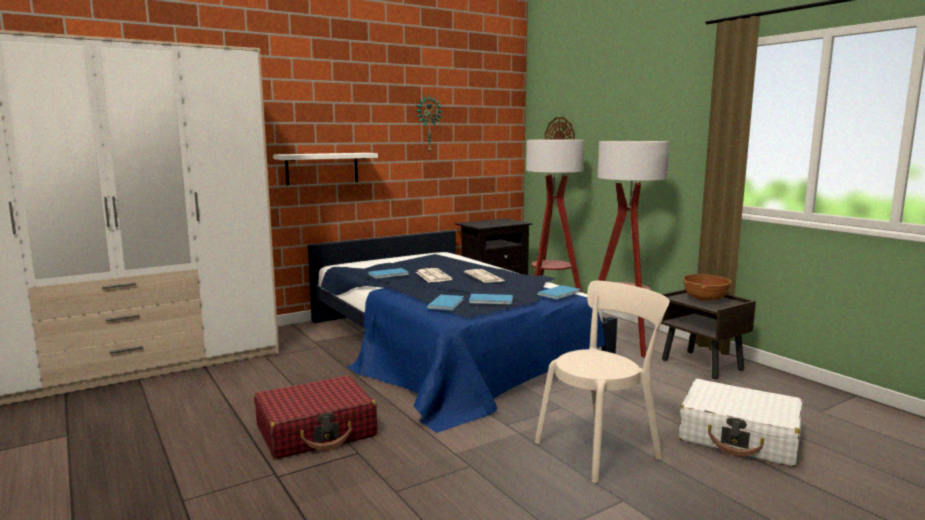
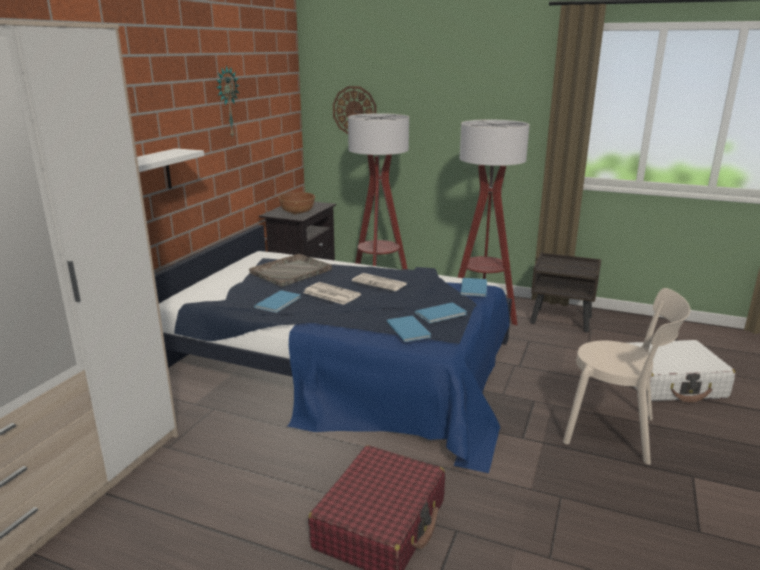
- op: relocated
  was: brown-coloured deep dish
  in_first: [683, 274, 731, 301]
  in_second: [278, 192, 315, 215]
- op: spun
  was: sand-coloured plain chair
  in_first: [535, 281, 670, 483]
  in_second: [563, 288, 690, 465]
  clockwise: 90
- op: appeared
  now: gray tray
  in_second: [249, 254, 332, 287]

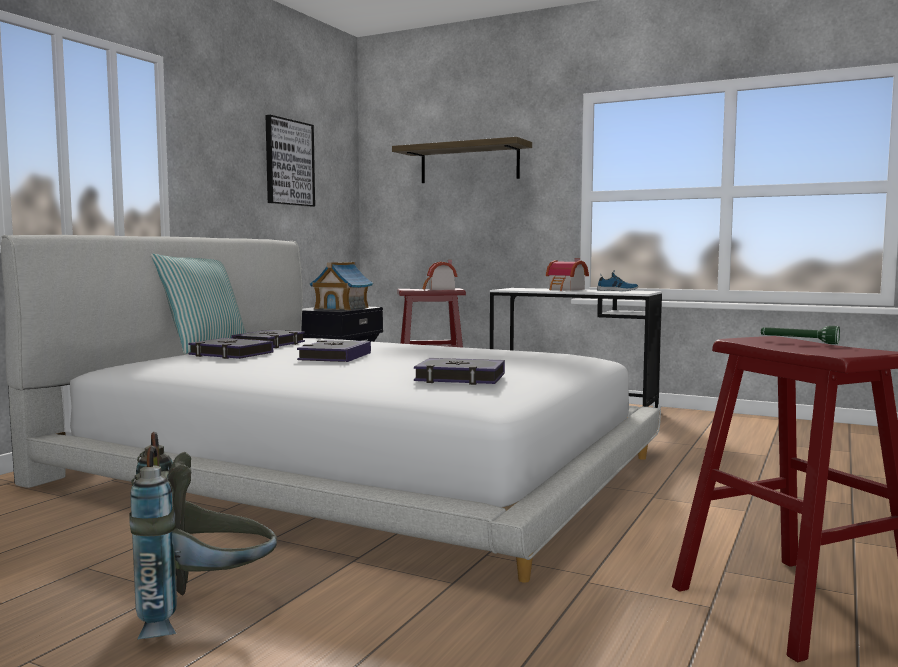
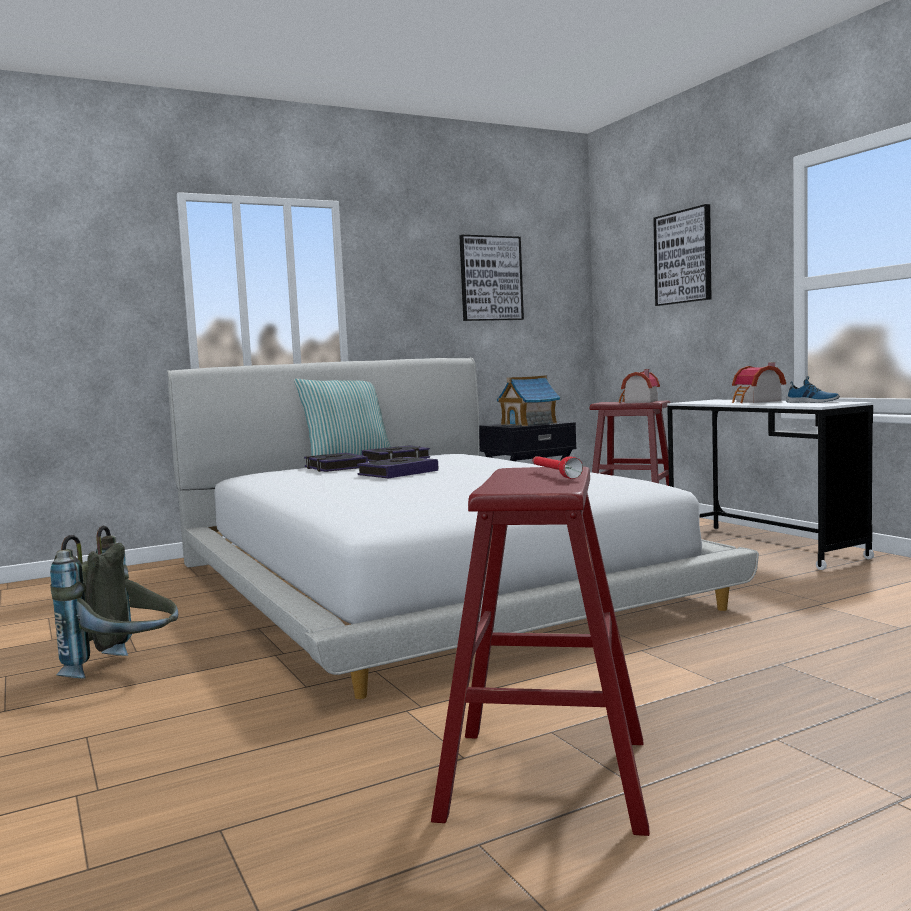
- op: exchanged
  was: wall shelf
  now: wall picture
  in_first: [392, 137, 532, 183]
  in_second: [653, 204, 711, 306]
- op: colour
  was: green torch
  now: red torch
  in_first: [761, 326, 840, 344]
  in_second: [533, 456, 583, 479]
- op: missing
  was: volume
  in_first: [414, 358, 505, 385]

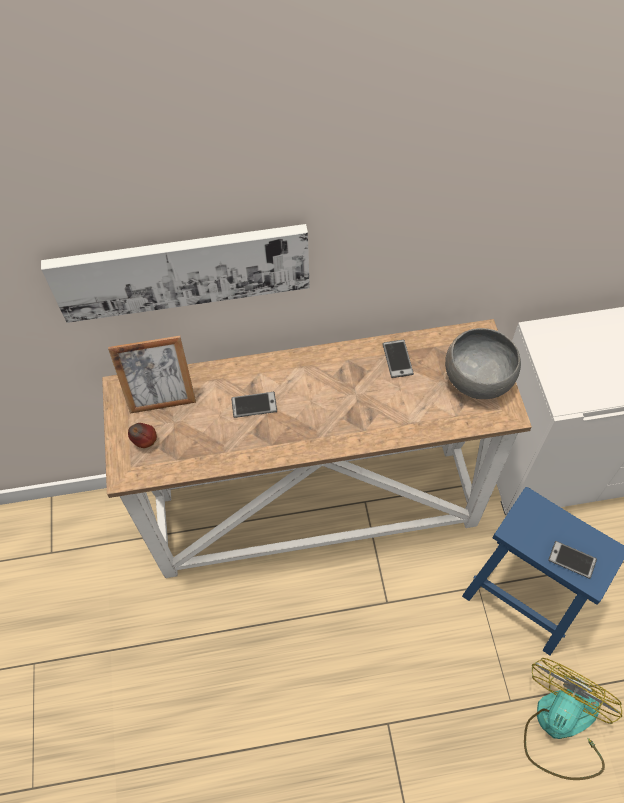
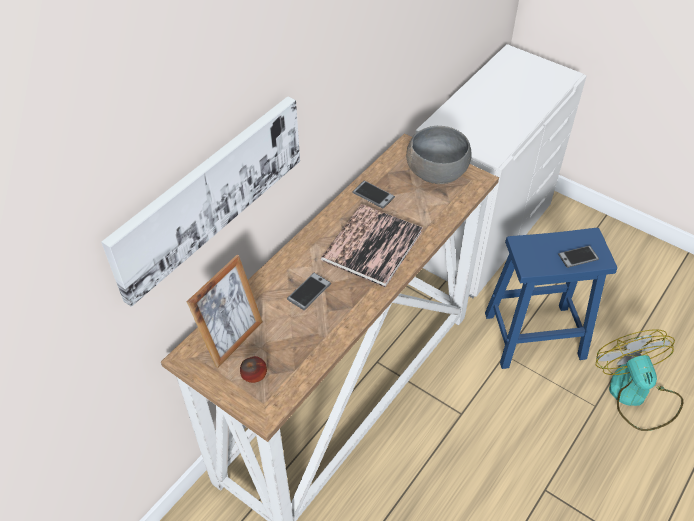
- op: appeared
  now: volume
  in_second: [321, 204, 423, 288]

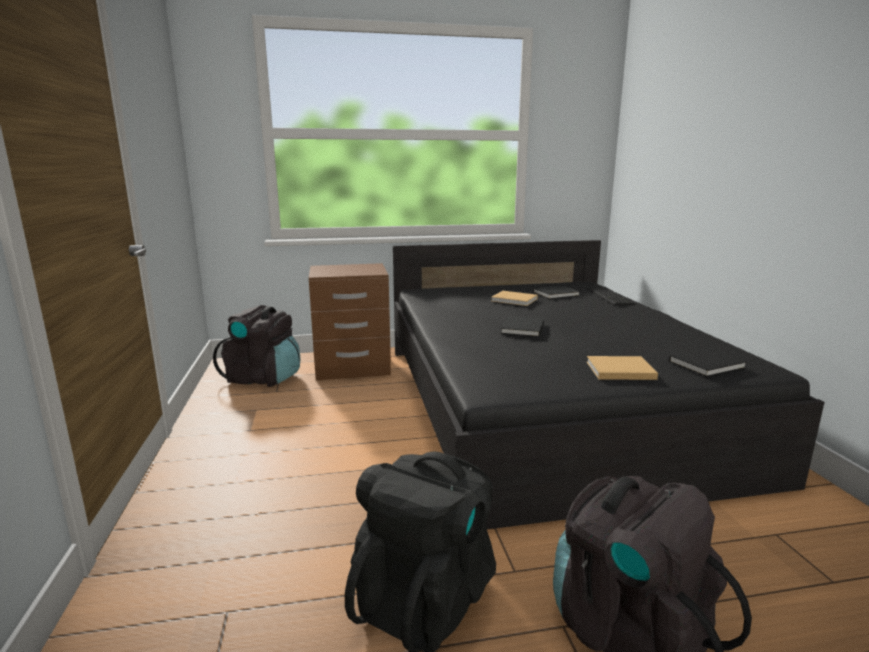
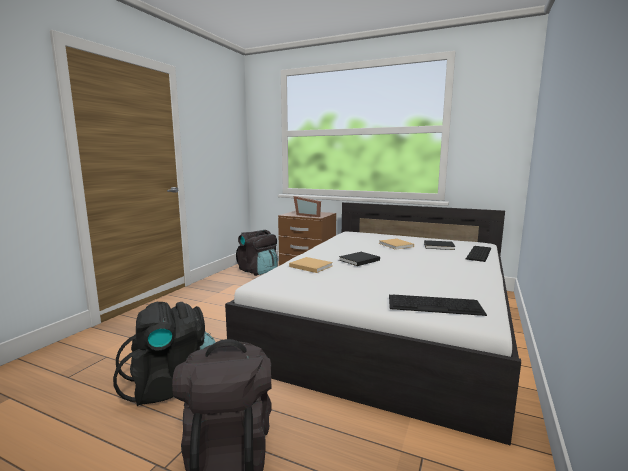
- op: colour
  was: blackish bedroom bed
  now: white bedroom bed
  in_first: [393, 240, 825, 529]
  in_second: [225, 202, 521, 446]
- op: exchanged
  was: blackish volume
  now: computer keyboard
  in_first: [669, 348, 747, 377]
  in_second: [389, 294, 487, 316]
- op: relocated
  was: sand-coloured volume
  in_first: [587, 356, 658, 380]
  in_second: [289, 257, 333, 273]
- op: appeared
  now: standing frame
  in_second: [293, 196, 321, 217]

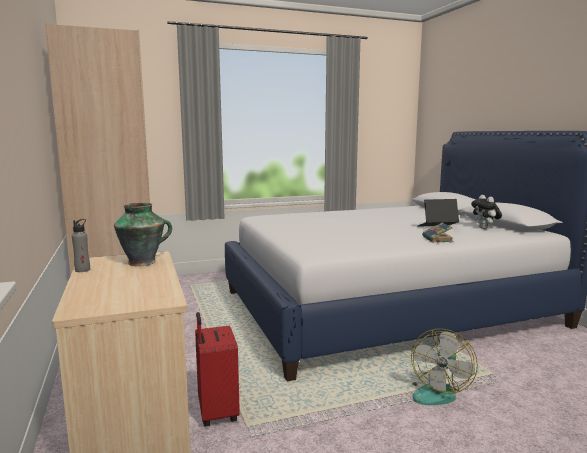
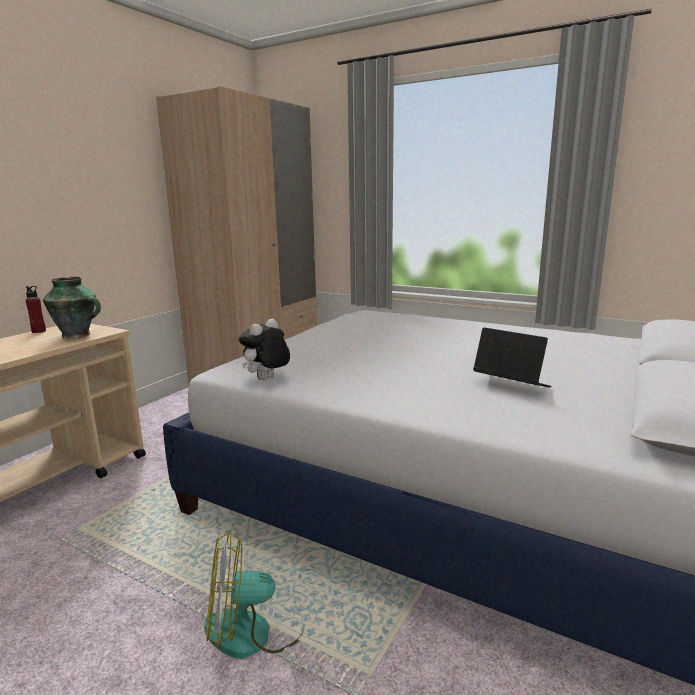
- op: relocated
  was: cuddly toy
  in_first: [471, 195, 502, 229]
  in_second: [239, 319, 290, 380]
- op: colour
  was: gray bottle
  now: red bottle
  in_first: [72, 219, 90, 272]
  in_second: [26, 286, 46, 333]
- op: missing
  was: volume
  in_first: [422, 223, 454, 243]
- op: missing
  was: red suitcase
  in_first: [195, 312, 240, 426]

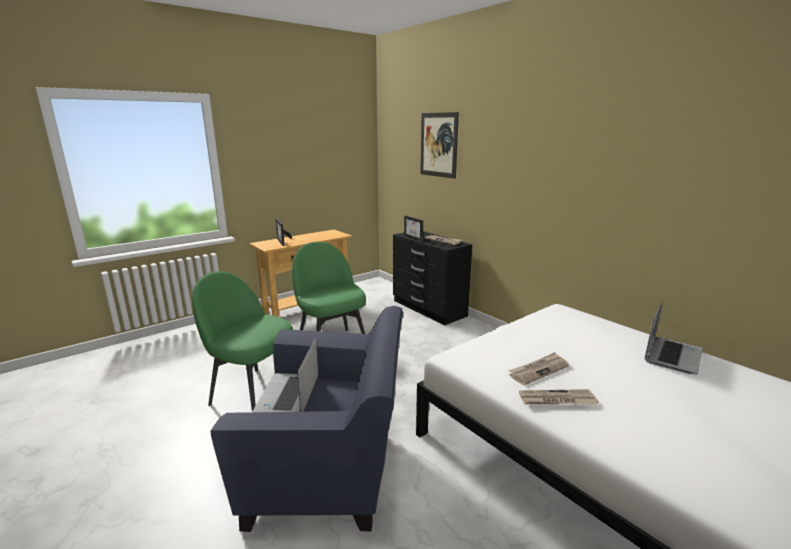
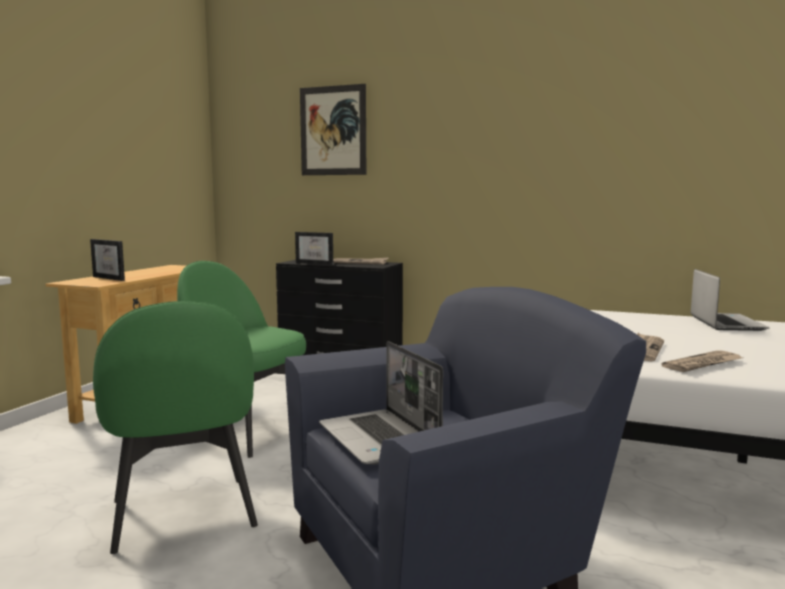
- op: spun
  was: green plain chair
  in_first: [192, 271, 293, 411]
  in_second: [93, 301, 258, 554]
  clockwise: -105

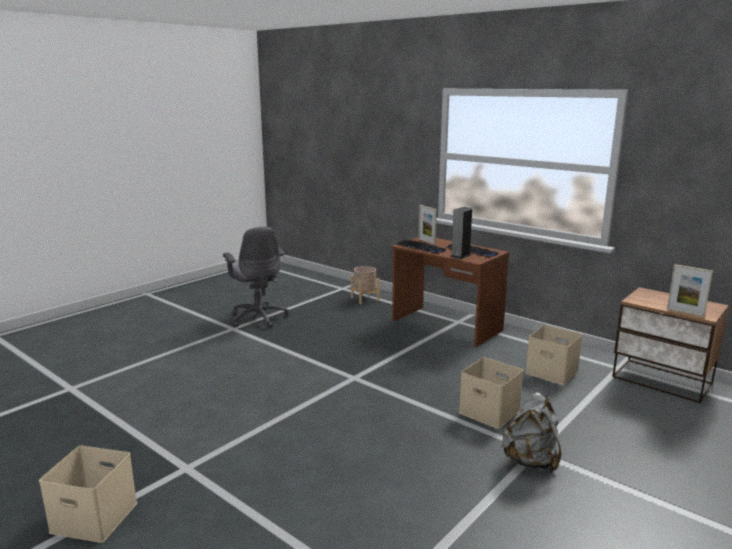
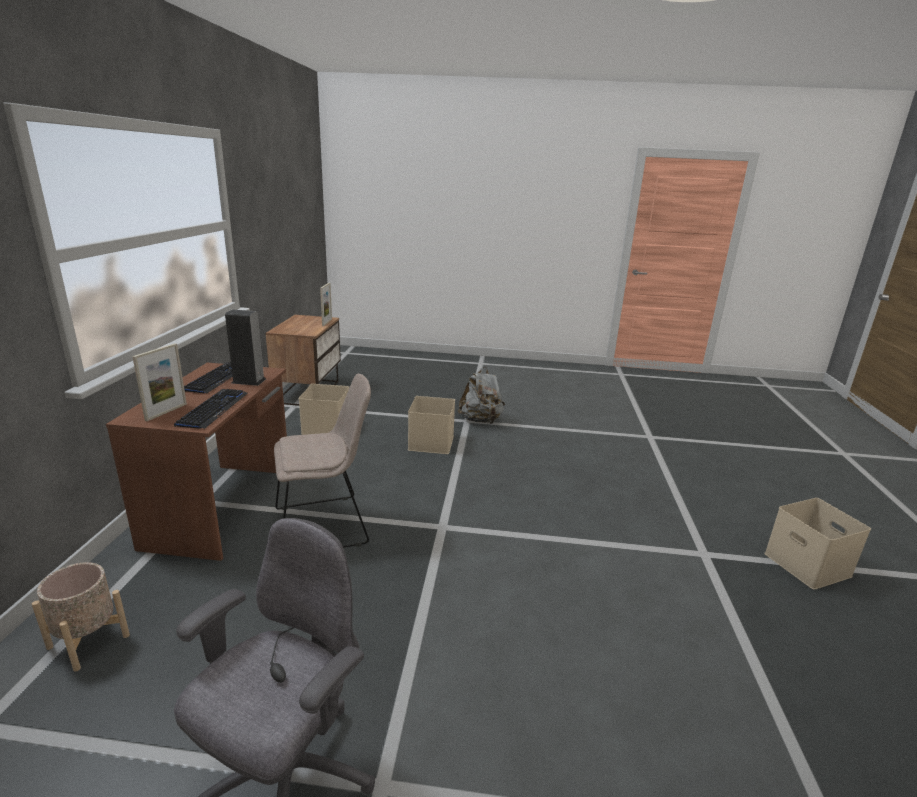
- op: appeared
  now: sand-coloured plain chair
  in_second: [274, 374, 371, 548]

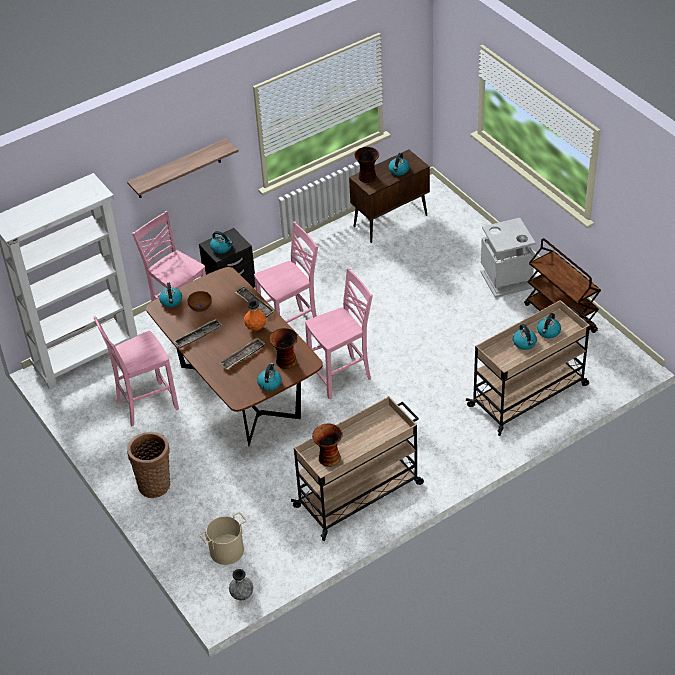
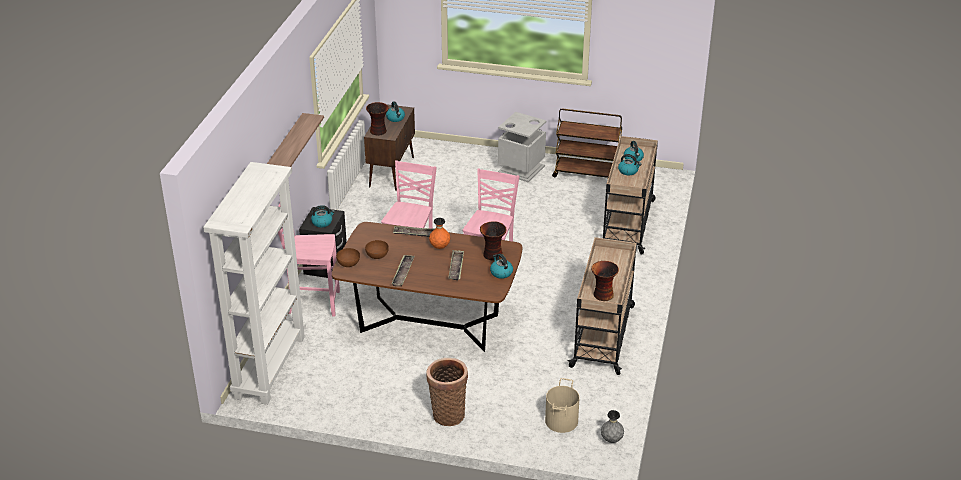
- op: exchanged
  was: tea kettle
  now: brown-coloured deep dish
  in_first: [159, 282, 182, 307]
  in_second: [336, 248, 360, 267]
- op: missing
  was: pink plain chair
  in_first: [93, 316, 179, 426]

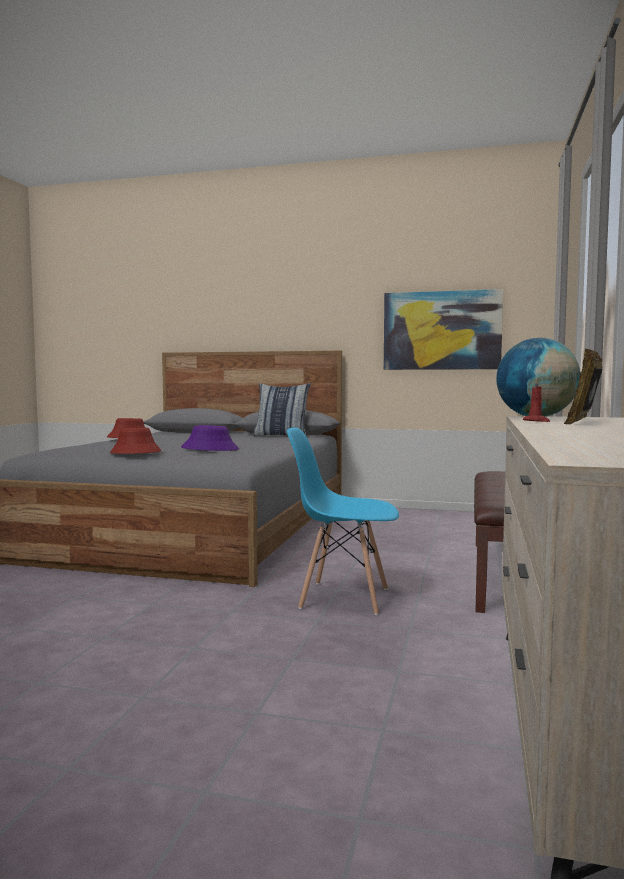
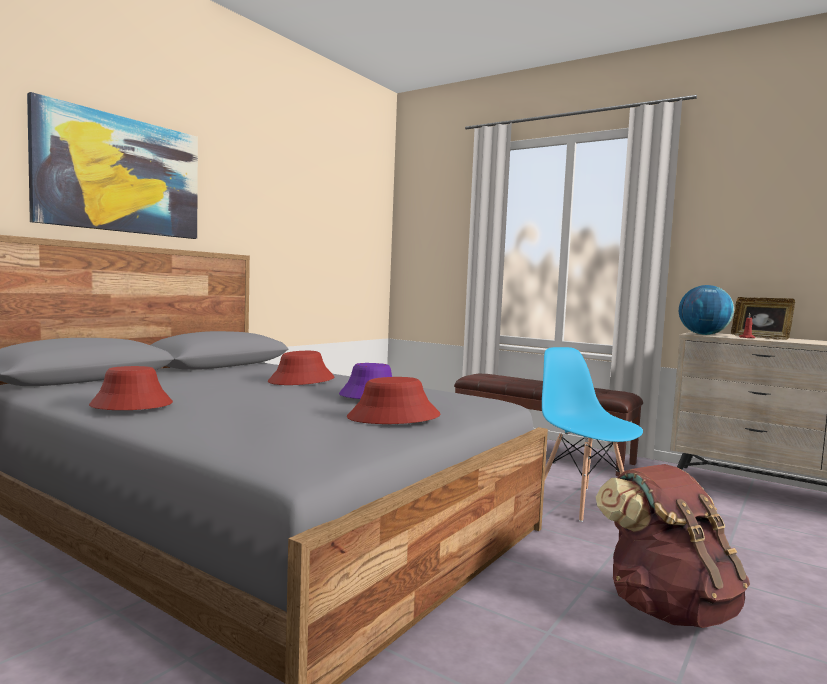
- op: relocated
  was: wall picture
  in_first: [384, 289, 503, 370]
  in_second: [27, 92, 198, 239]
- op: missing
  was: throw pillow
  in_first: [253, 383, 311, 436]
- op: spun
  was: blue-coloured plain chair
  in_first: [287, 427, 399, 615]
  in_second: [542, 347, 643, 522]
  clockwise: 120
- op: appeared
  now: red clothing hat
  in_second: [268, 351, 334, 385]
- op: appeared
  now: brown-coloured rucksack
  in_second: [596, 464, 750, 628]

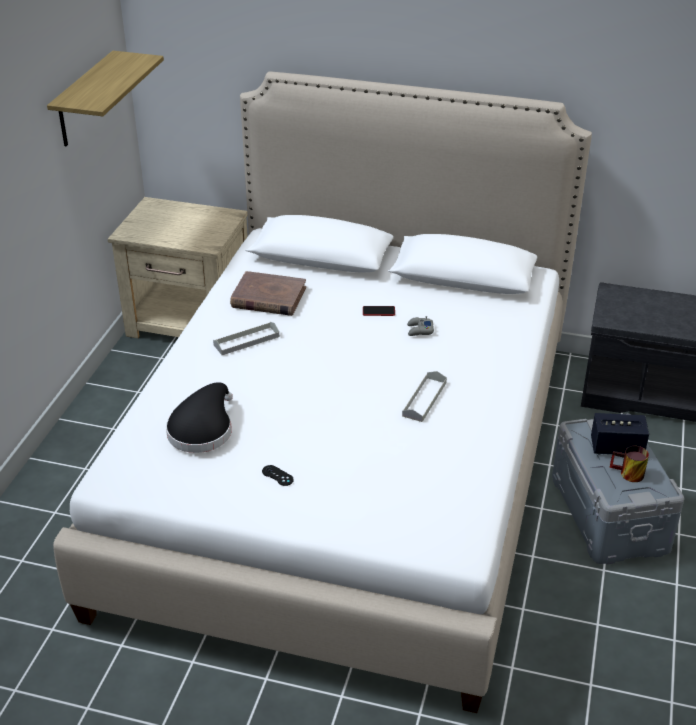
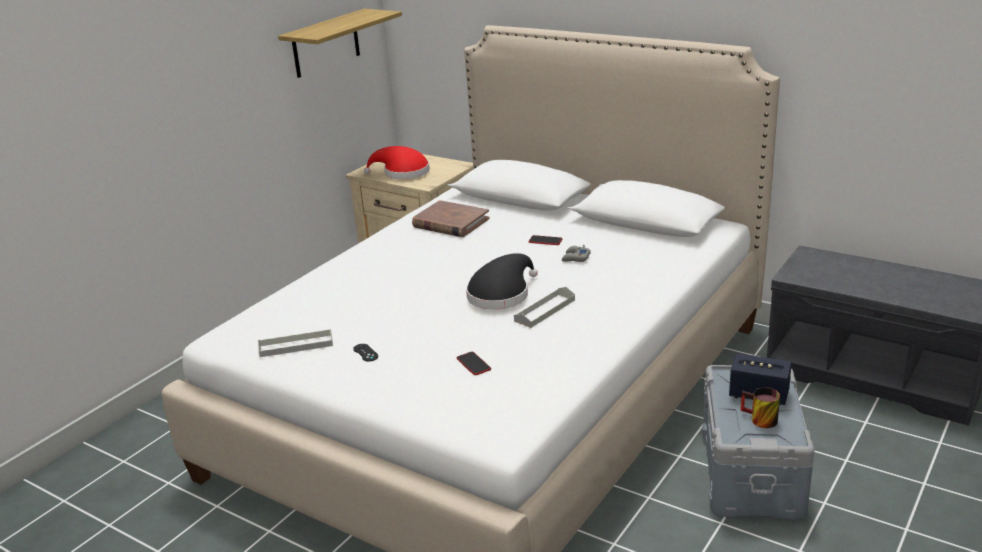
- op: relocated
  was: gray tray
  in_first: [213, 322, 279, 355]
  in_second: [258, 329, 333, 357]
- op: relocated
  was: blackish clothing hat
  in_first: [166, 382, 233, 453]
  in_second: [466, 253, 538, 310]
- op: appeared
  now: red clothing hat
  in_second: [364, 146, 430, 179]
- op: appeared
  now: telephone
  in_second: [457, 352, 491, 375]

